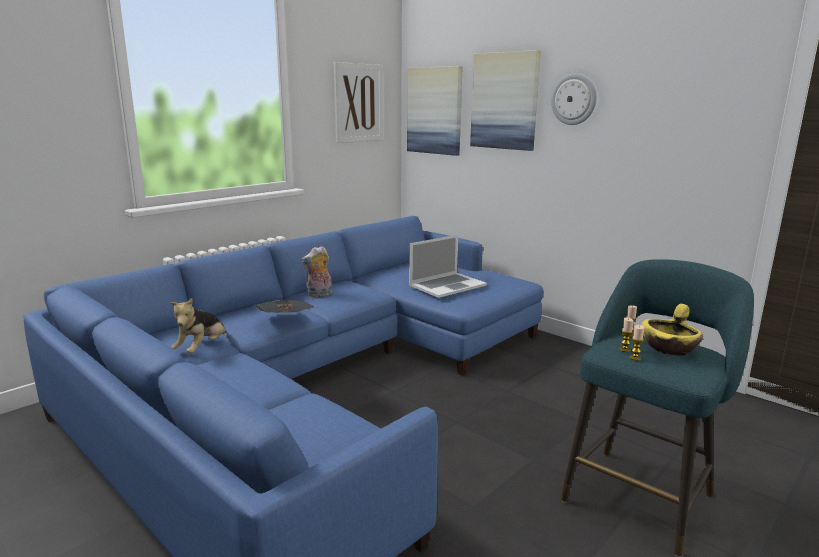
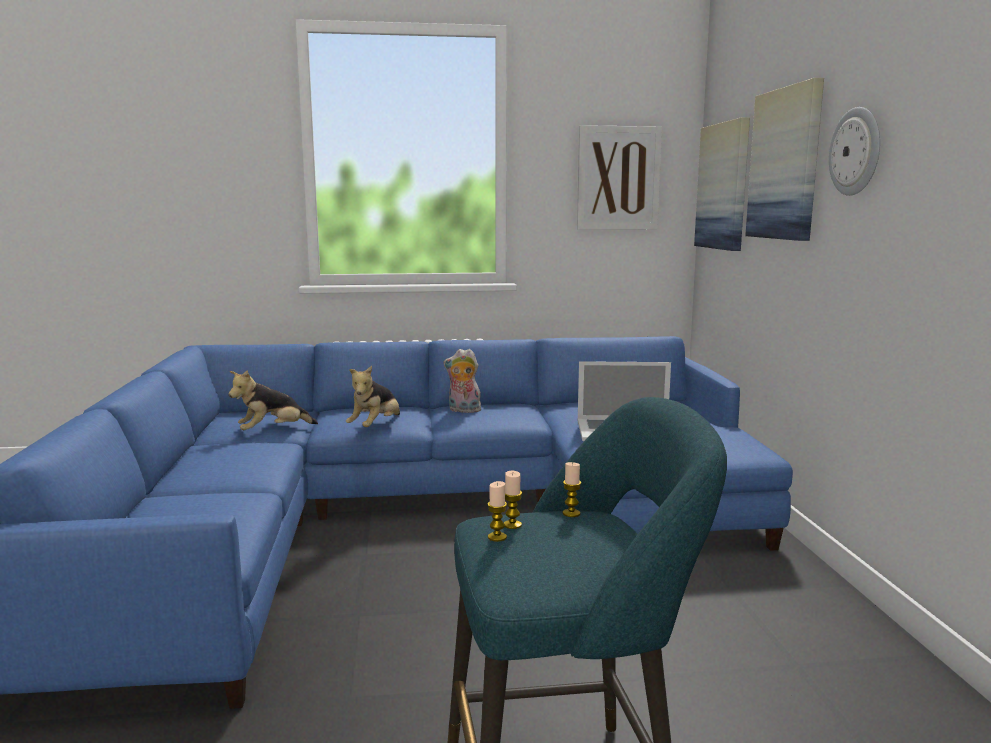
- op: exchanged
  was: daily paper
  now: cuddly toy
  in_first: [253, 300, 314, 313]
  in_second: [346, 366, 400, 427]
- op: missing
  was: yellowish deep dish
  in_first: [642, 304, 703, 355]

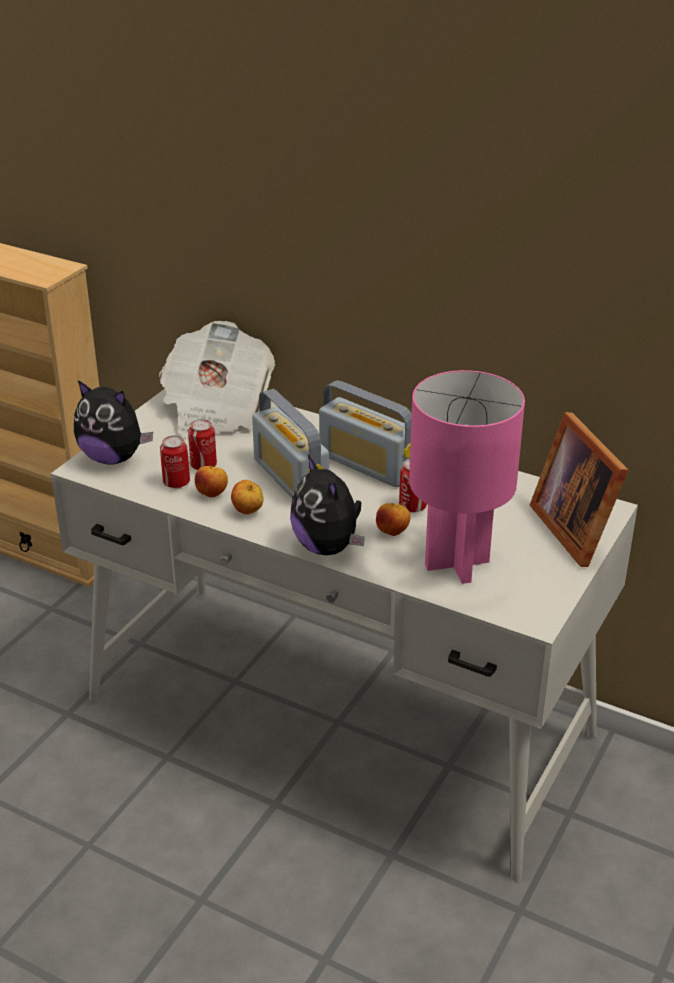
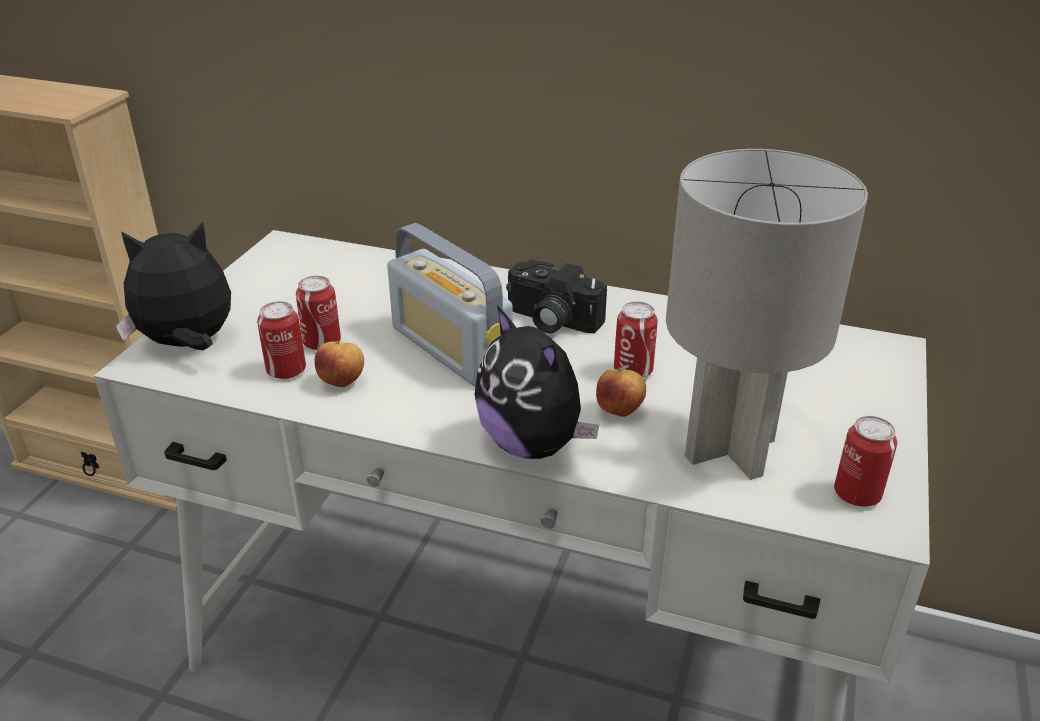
- op: missing
  was: daily paper
  in_first: [159, 321, 275, 439]
- op: colour
  was: pink tabletop lamp
  now: gray tabletop lamp
  in_first: [409, 370, 525, 584]
  in_second: [666, 149, 868, 480]
- op: spun
  was: cuddly toy
  in_first: [74, 380, 153, 465]
  in_second: [116, 222, 231, 350]
  clockwise: 150
- op: exchanged
  was: radio
  now: still camera
  in_first: [319, 380, 412, 487]
  in_second: [506, 260, 607, 333]
- op: missing
  was: standing frame
  in_first: [530, 412, 629, 567]
- op: missing
  was: apple
  in_first: [231, 480, 264, 514]
- op: appeared
  now: sealed can
  in_second: [834, 416, 898, 507]

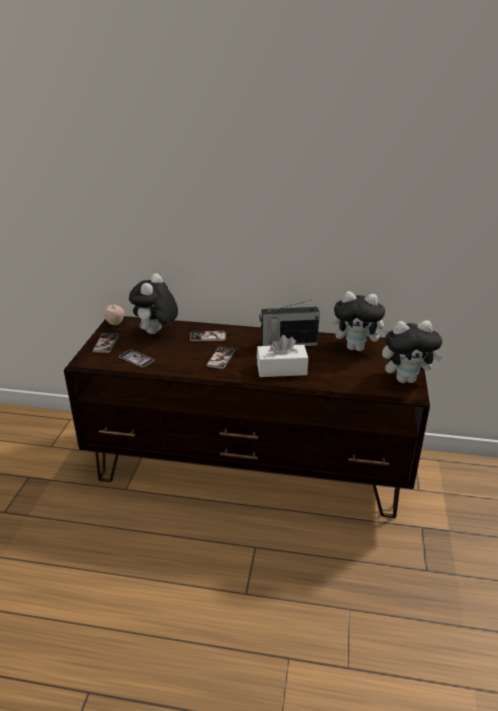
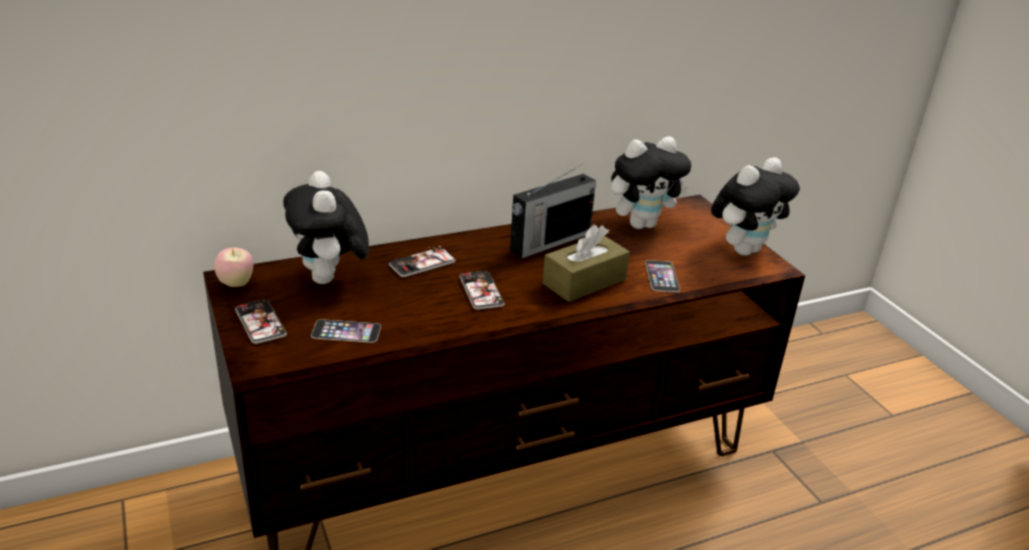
- op: colour
  was: white tissue box
  now: brown-coloured tissue box
  in_first: [257, 335, 308, 377]
  in_second: [543, 225, 630, 302]
- op: appeared
  now: telephone
  in_second: [645, 260, 680, 292]

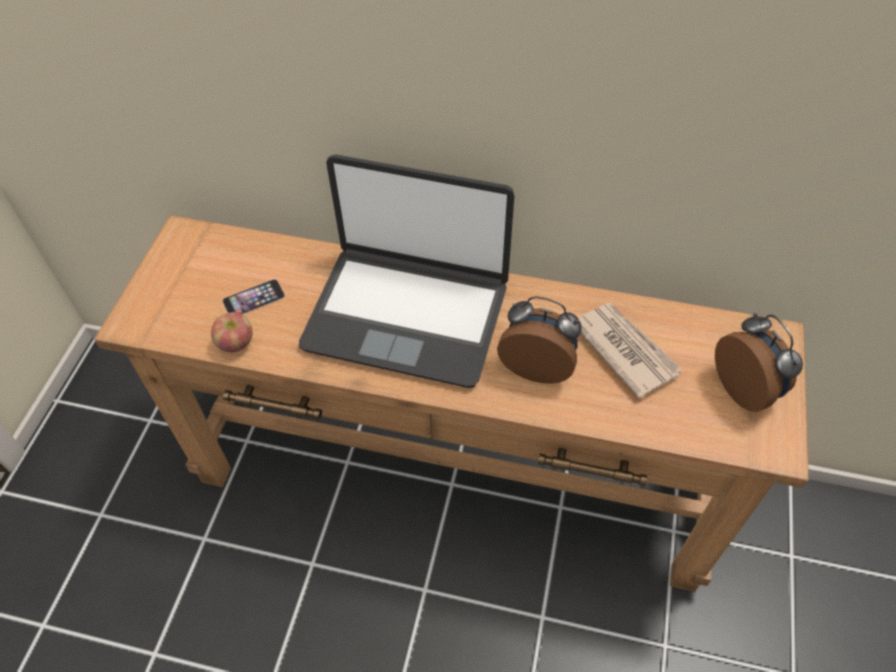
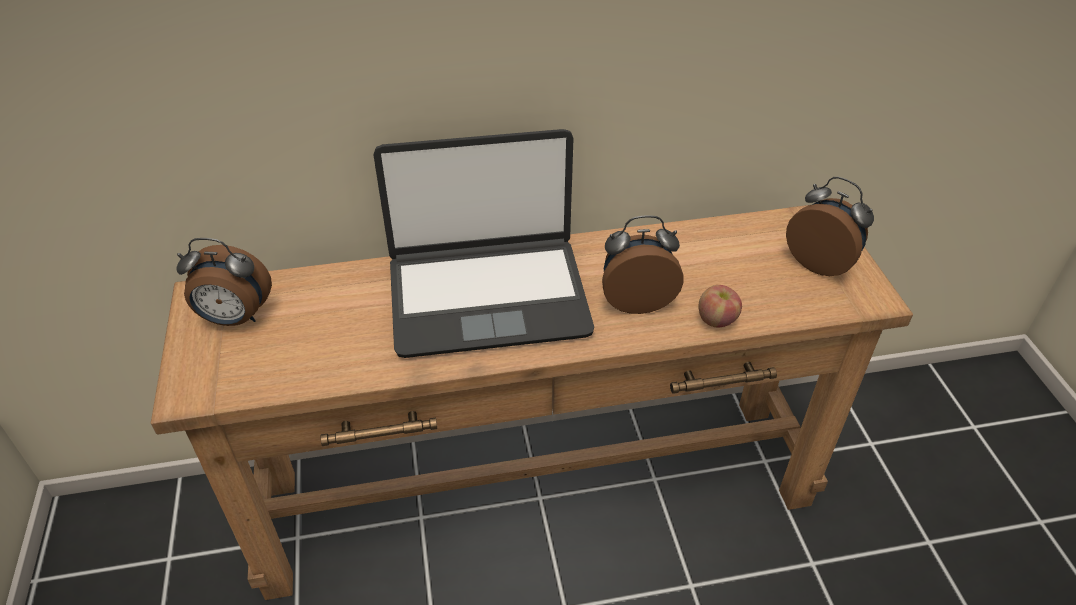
- op: missing
  was: telephone
  in_first: [222, 279, 285, 314]
- op: missing
  was: daily paper
  in_first: [578, 303, 683, 399]
- op: relocated
  was: apple
  in_first: [211, 312, 252, 352]
  in_second: [698, 285, 742, 327]
- op: appeared
  now: alarm clock
  in_second: [177, 238, 272, 326]

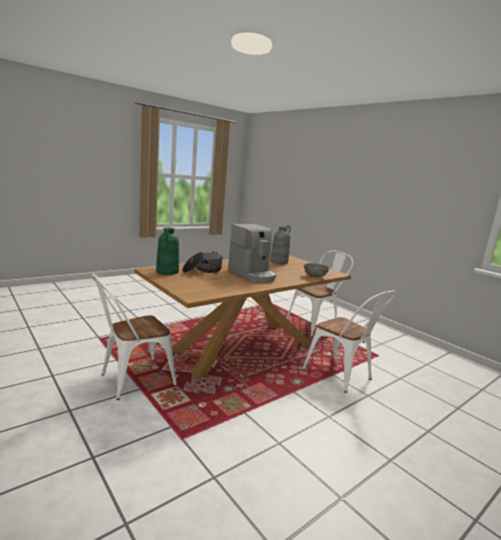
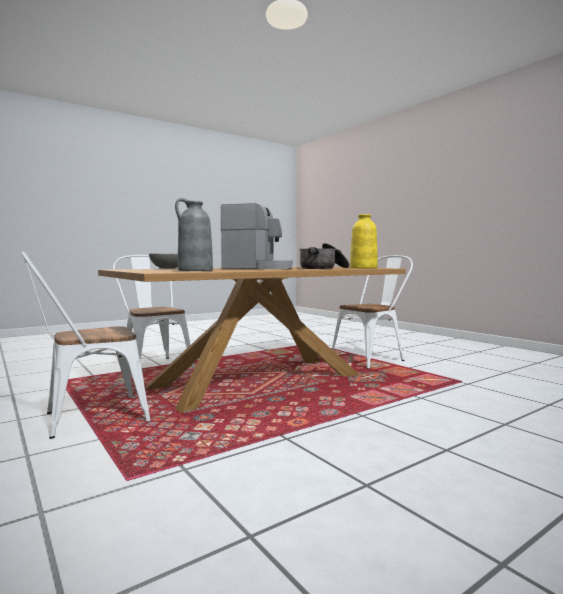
- op: spun
  was: coffee maker
  in_first: [228, 224, 277, 283]
  in_second: [221, 203, 293, 269]
  clockwise: 135
- op: colour
  was: green decorative vase
  now: yellowish decorative vase
  in_first: [156, 228, 179, 275]
  in_second: [350, 214, 377, 268]

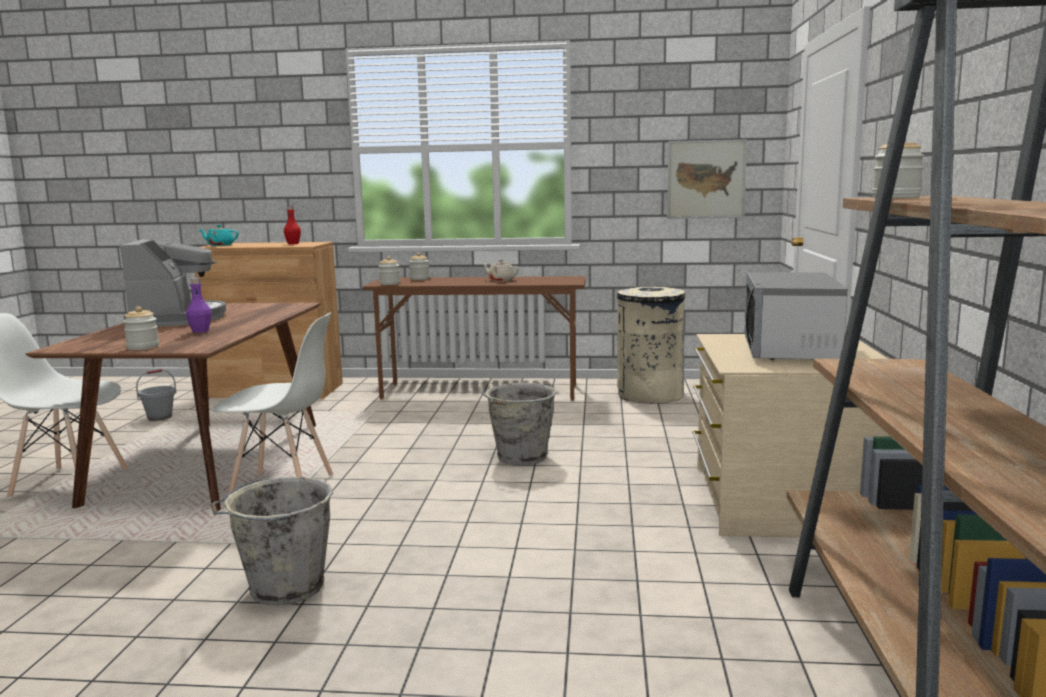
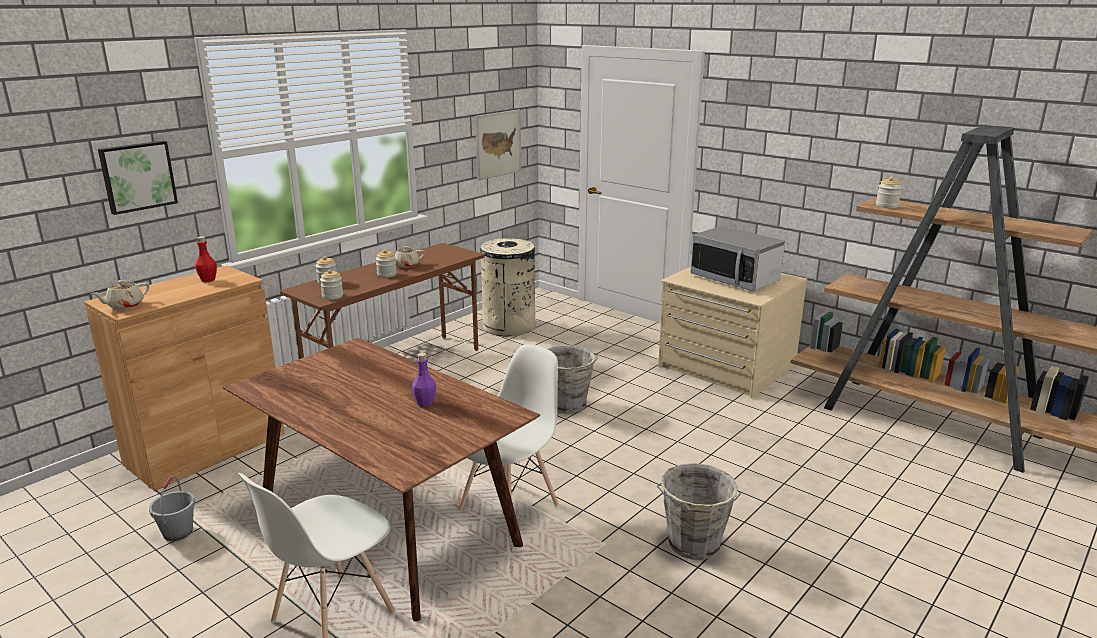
- op: colour
  was: turquoise tea pot
  now: sand-coloured tea pot
  in_first: [198, 225, 239, 246]
  in_second: [91, 280, 149, 309]
- op: missing
  was: coffee maker
  in_first: [119, 239, 226, 327]
- op: relocated
  was: jar
  in_first: [123, 306, 159, 350]
  in_second: [376, 250, 397, 278]
- op: appeared
  now: wall picture
  in_second: [98, 141, 178, 215]

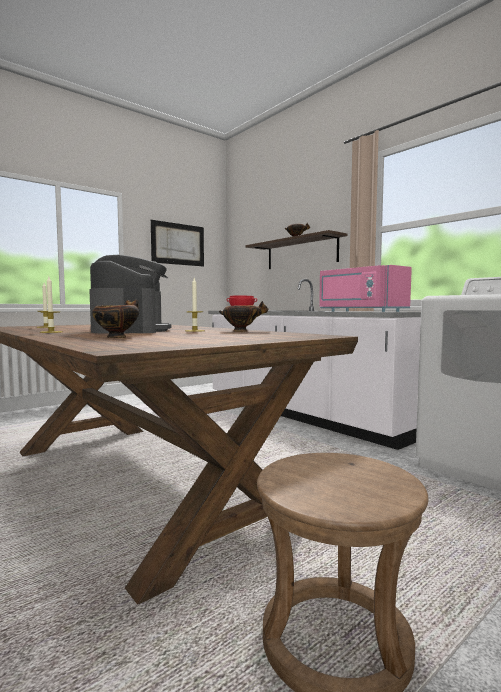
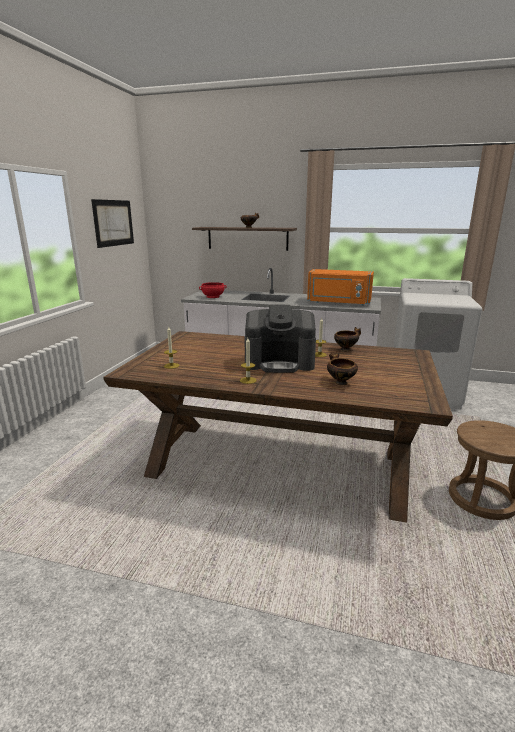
- op: spun
  was: coffee maker
  in_first: [89, 255, 171, 334]
  in_second: [245, 305, 316, 373]
  clockwise: 135
- op: colour
  was: pink microwave
  now: orange microwave
  in_first: [319, 265, 412, 312]
  in_second: [307, 269, 374, 306]

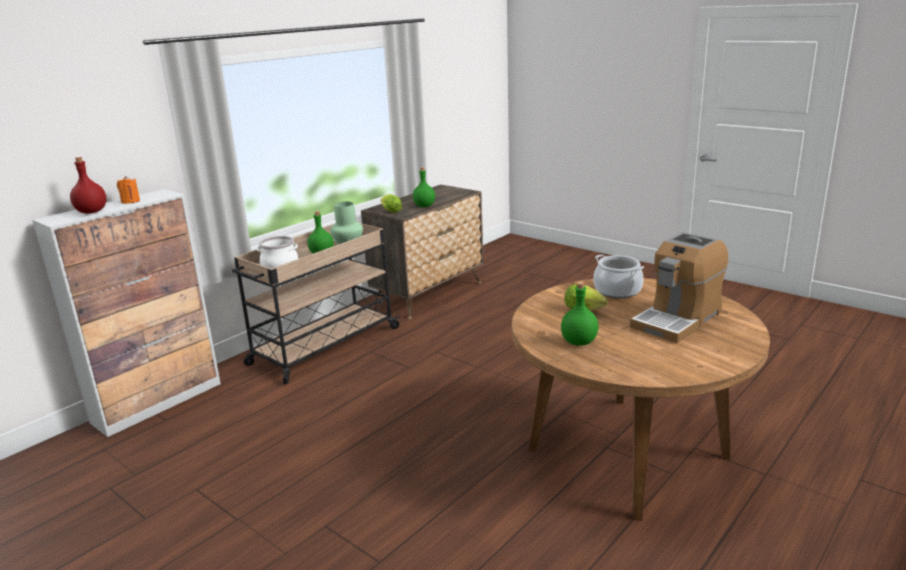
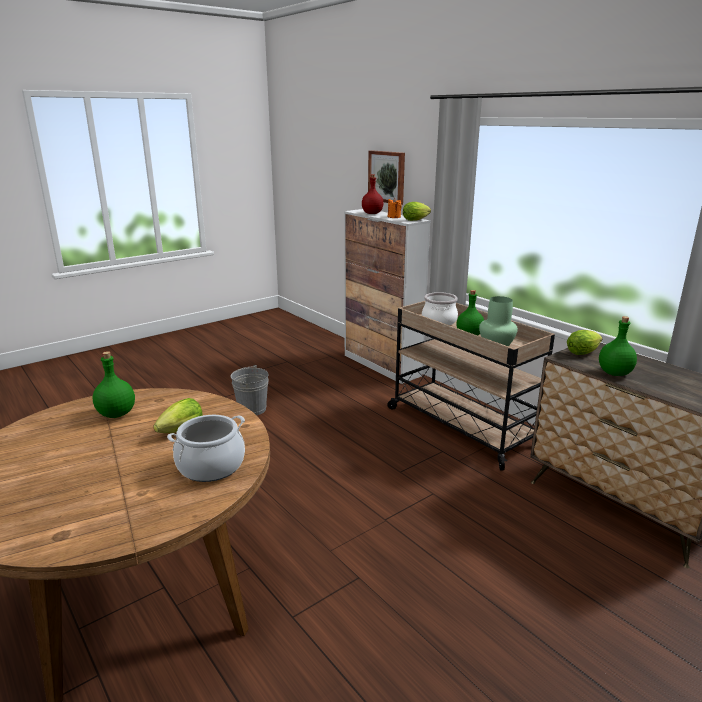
- op: missing
  was: coffee maker
  in_first: [630, 232, 728, 343]
- op: appeared
  now: wall picture
  in_second: [368, 150, 405, 205]
- op: appeared
  now: lettuce head
  in_second: [403, 202, 431, 221]
- op: appeared
  now: gray bucket
  in_second: [231, 365, 269, 415]

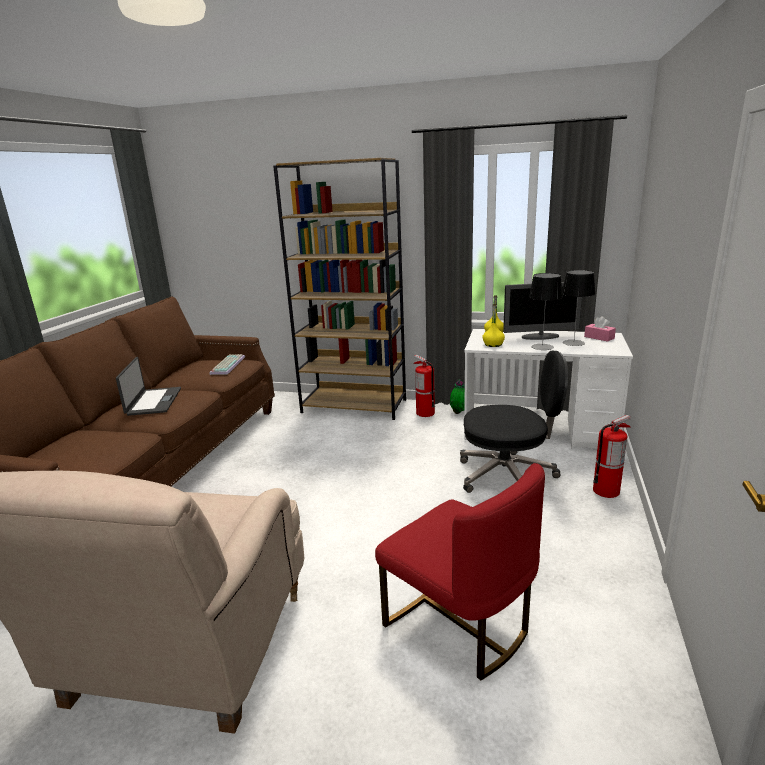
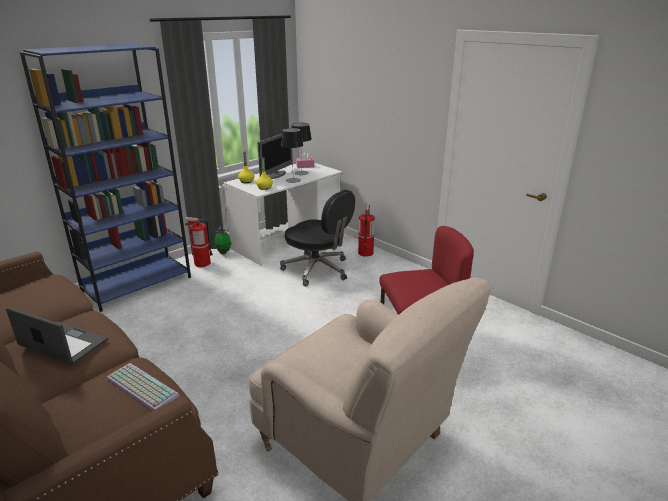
- op: colour
  was: brown-coloured bookcase
  now: blue-coloured bookcase
  in_first: [273, 158, 406, 420]
  in_second: [20, 44, 191, 312]
- op: spun
  was: blackish desk chair
  in_first: [460, 351, 568, 493]
  in_second: [280, 190, 355, 286]
  clockwise: 90
- op: relocated
  was: computer keyboard
  in_first: [209, 354, 245, 375]
  in_second: [107, 363, 179, 411]

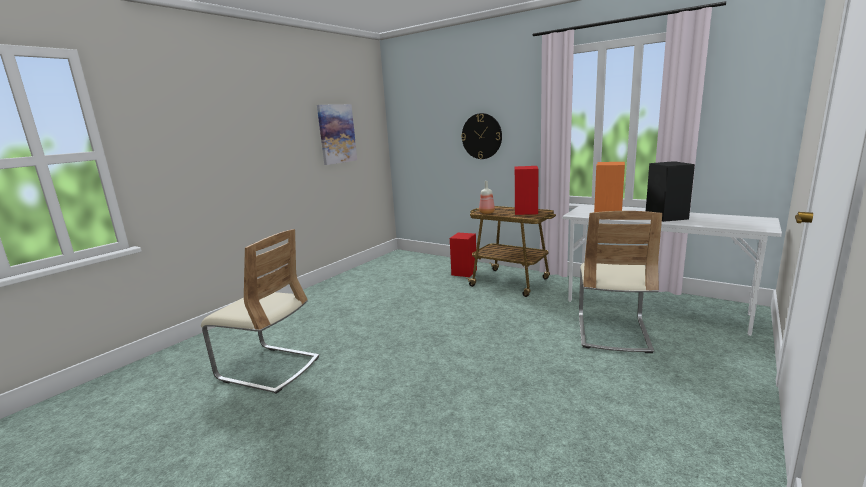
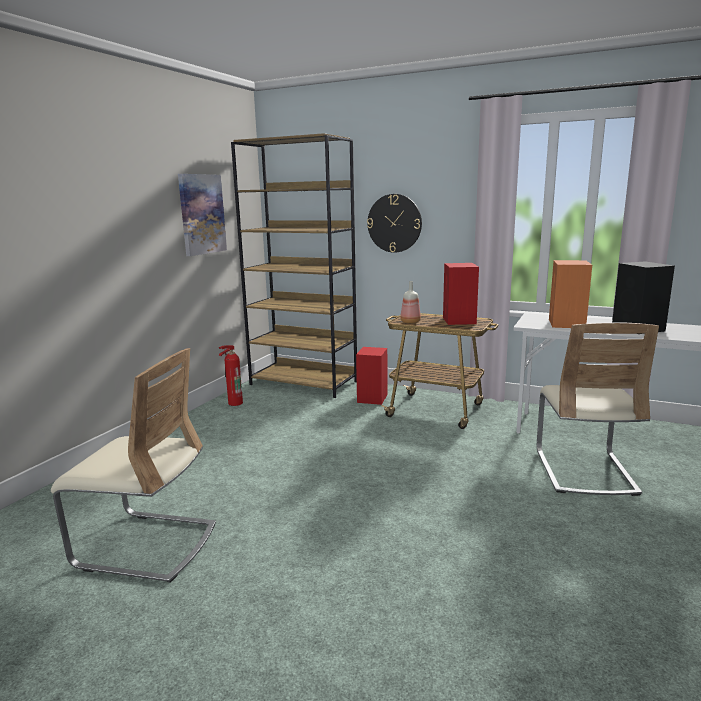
- op: appeared
  now: brown-coloured bookcase
  in_second: [231, 133, 357, 398]
- op: appeared
  now: fire-fighting cylinder
  in_second: [219, 345, 243, 406]

